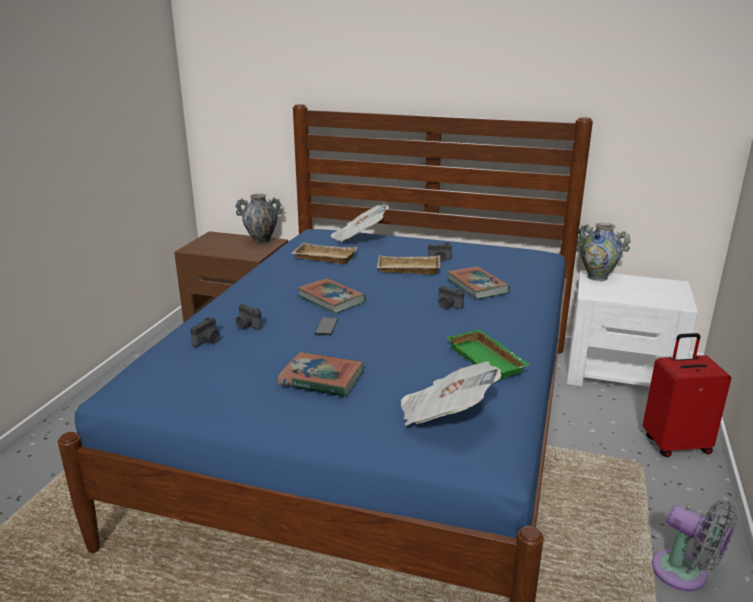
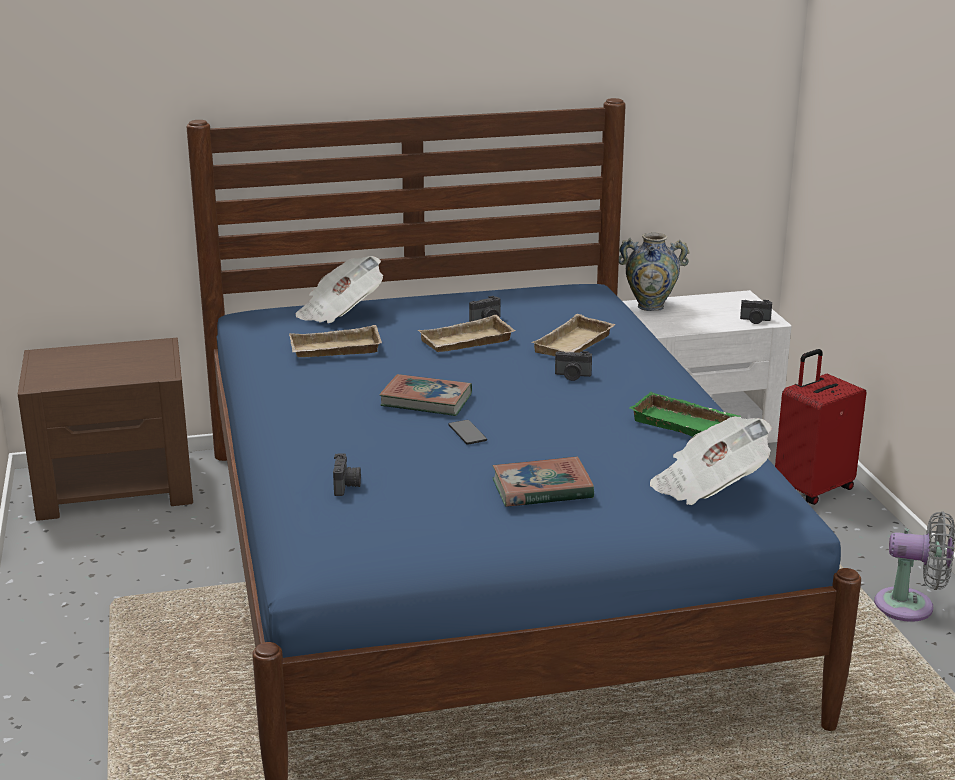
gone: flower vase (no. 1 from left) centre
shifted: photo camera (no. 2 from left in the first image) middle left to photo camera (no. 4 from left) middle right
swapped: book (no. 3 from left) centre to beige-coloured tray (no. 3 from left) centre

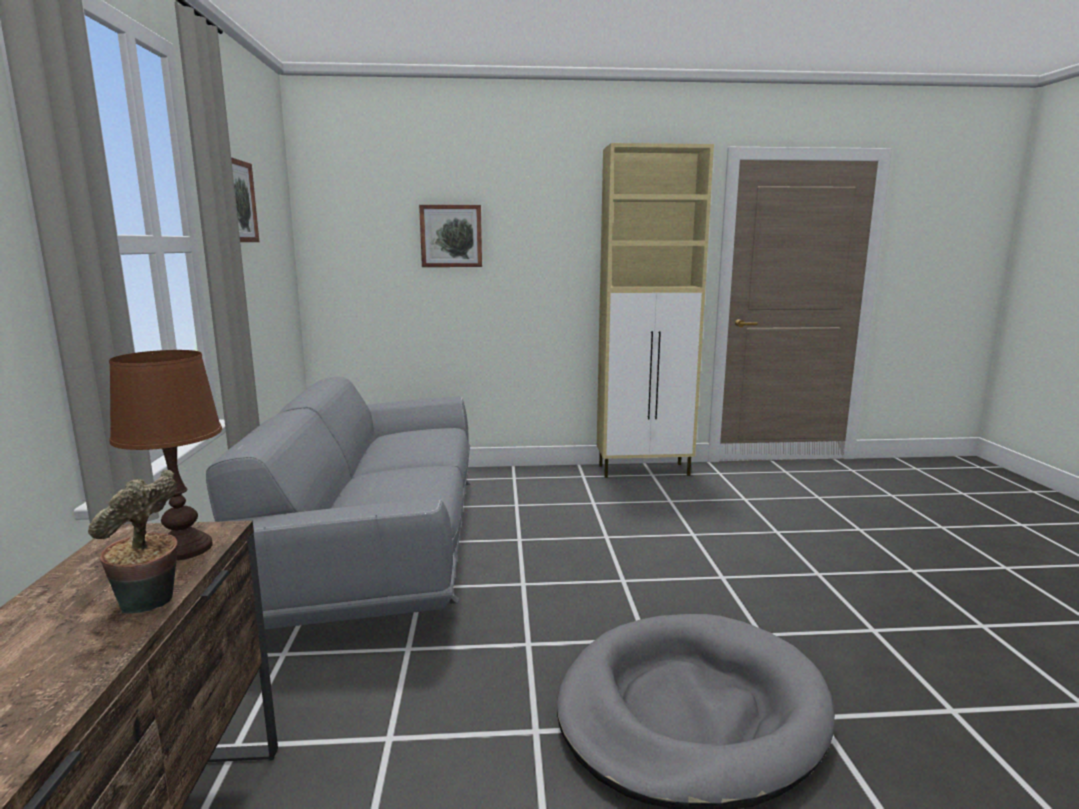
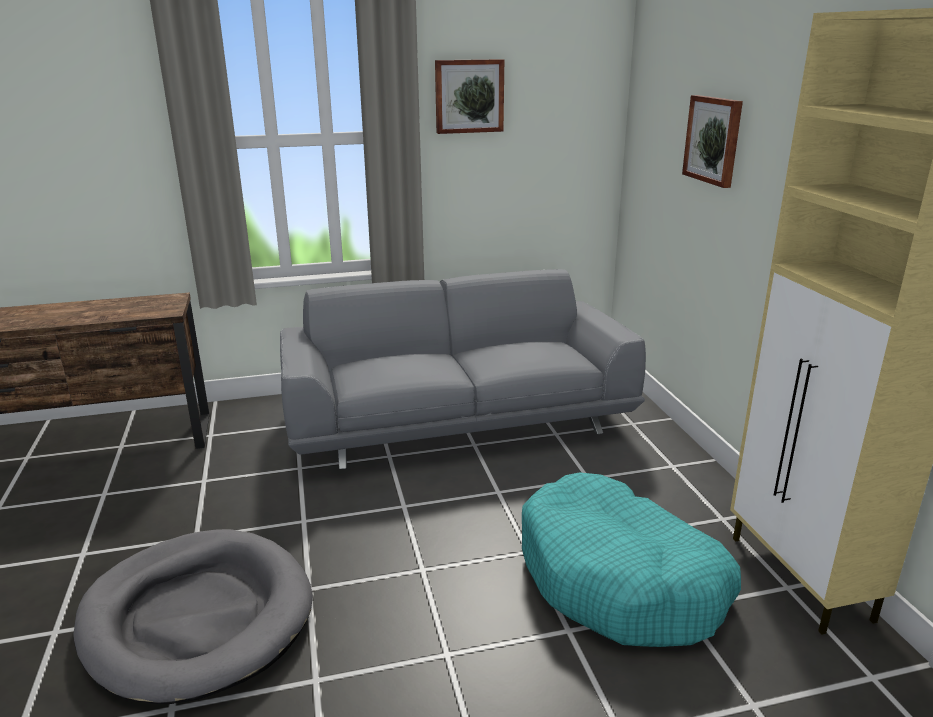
gone: potted plant bottom left; brownish tabletop lamp middle left
new: turquoise dog cushion bottom right

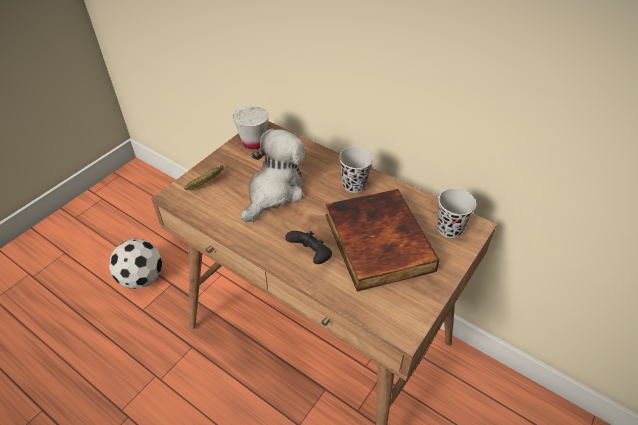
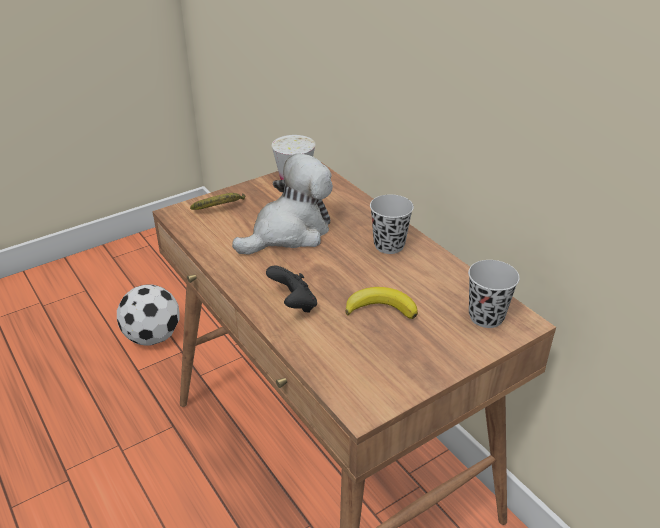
swapped: book centre to banana fruit (no. 2 from left) centre

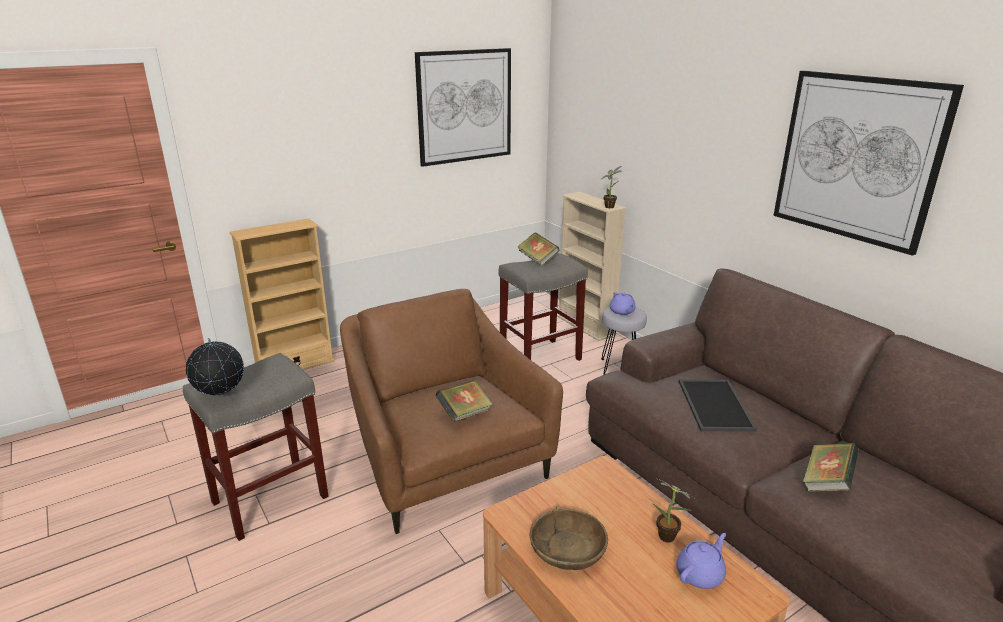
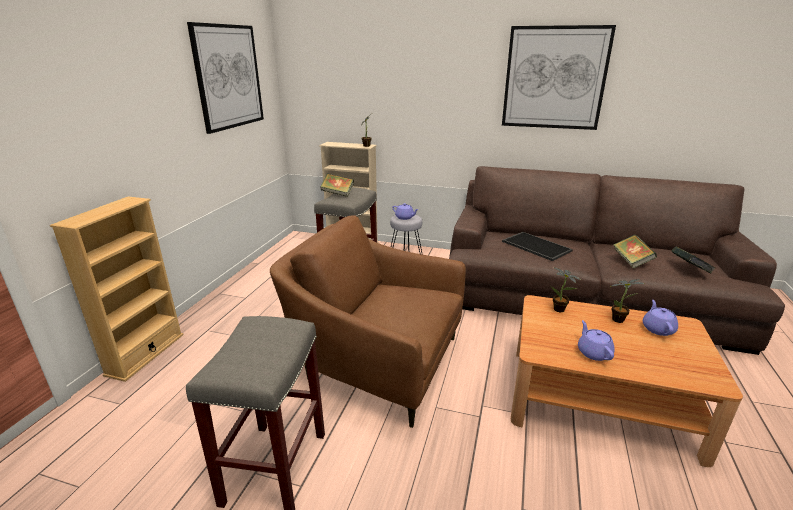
gone: globe middle left
new: potted plant (no. 2 from left) middle right
shifted: book (no. 1 from left in the first image) centre to book (no. 3 from left) middle right
swapped: brownish deep dish bottom centre to purplish pot for tea (no. 2 from left) bottom right

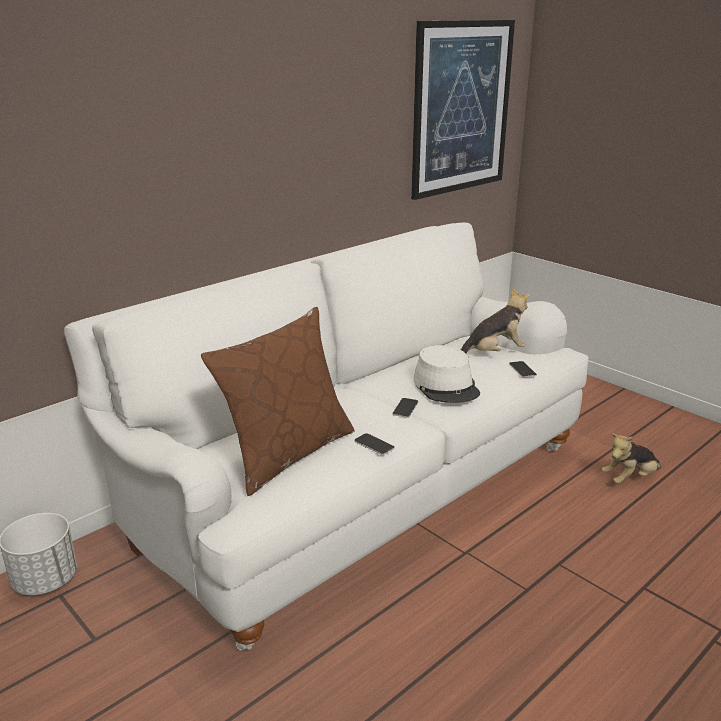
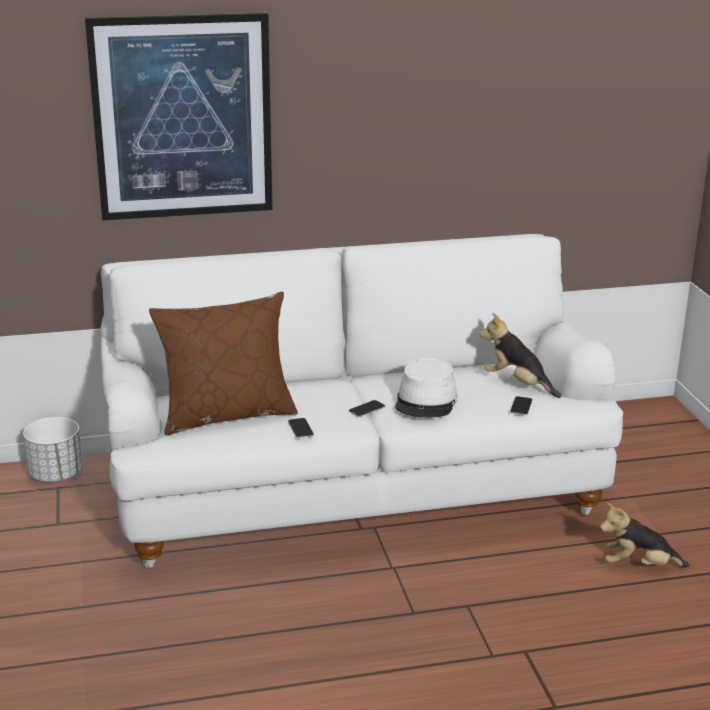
shifted: wall picture top centre to top left
rotated: plush toy (no. 1 from left) middle right = middle right 150 degrees counterclockwise

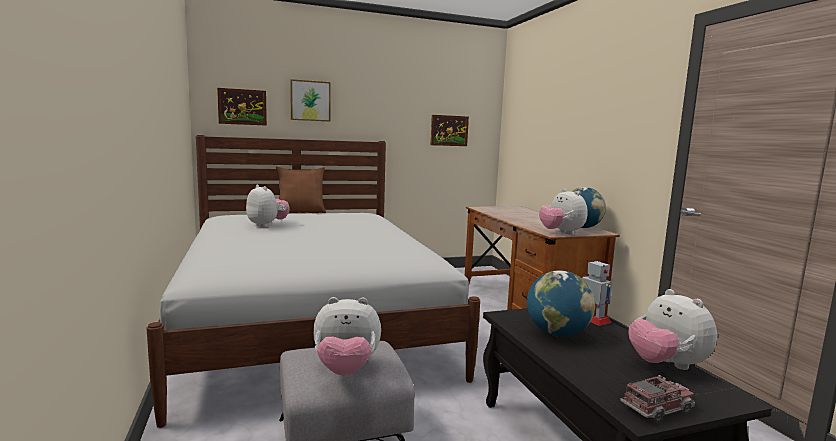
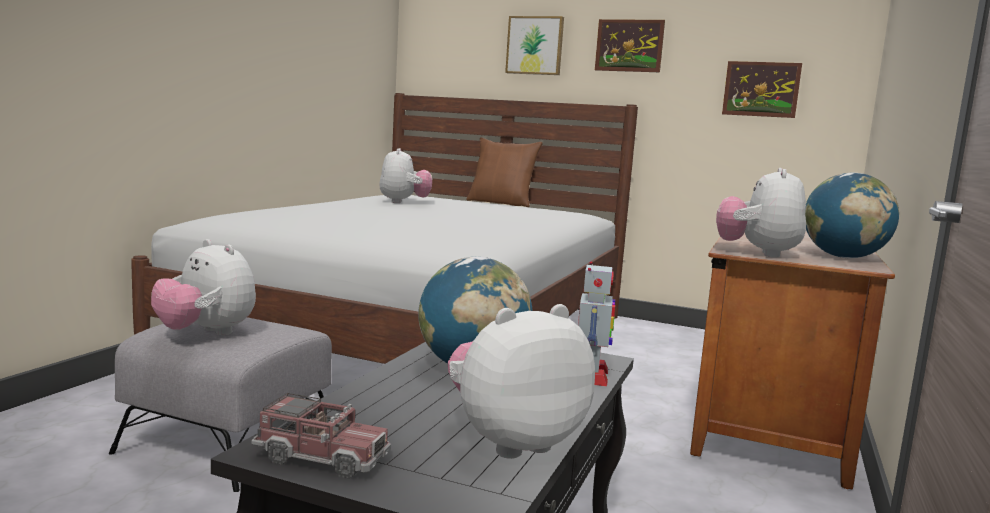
shifted: wall picture (no. 1 from left in the first image) top left to wall picture (no. 2 from left) top centre
rotated: plush toy (no. 4 from left in the first image) bottom right = bottom centre 45 degrees clockwise

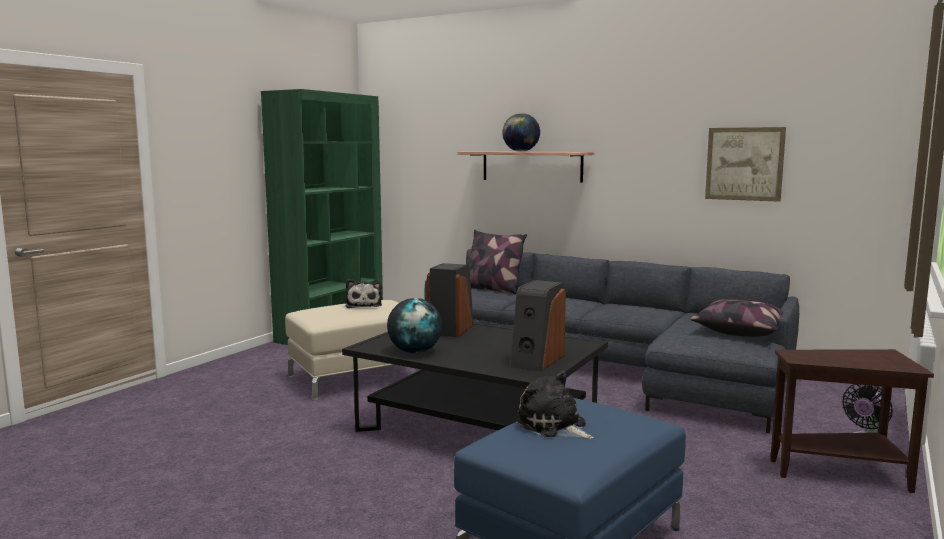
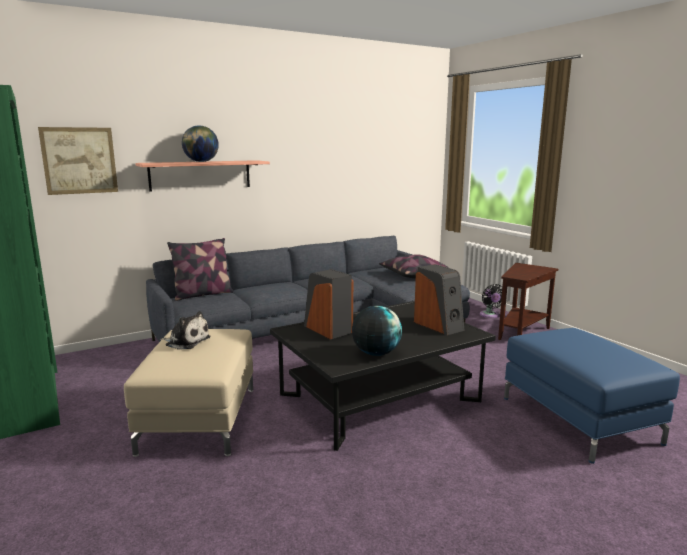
gone: plush toy (no. 2 from left) bottom centre
shifted: wall picture top right to top left

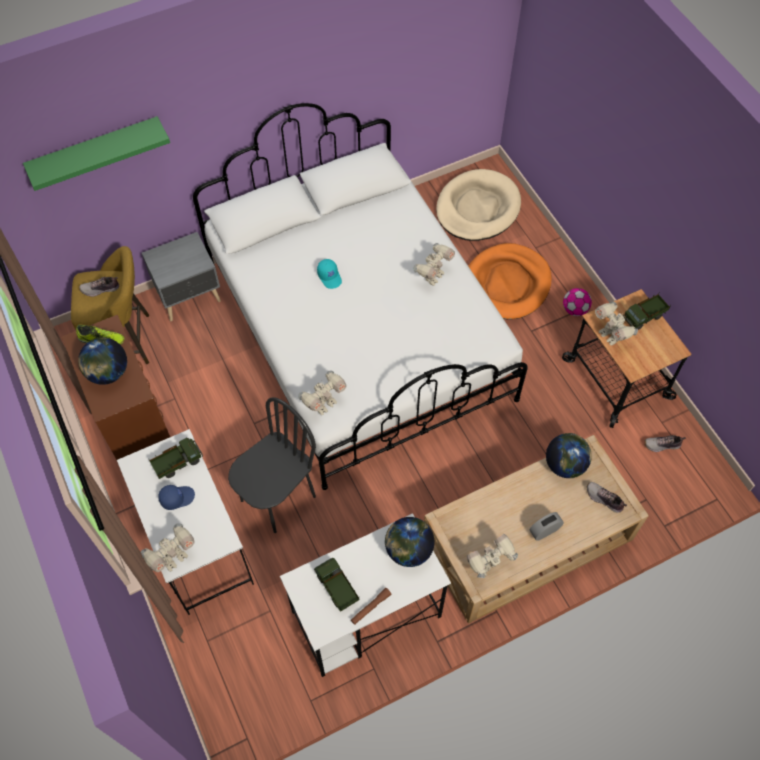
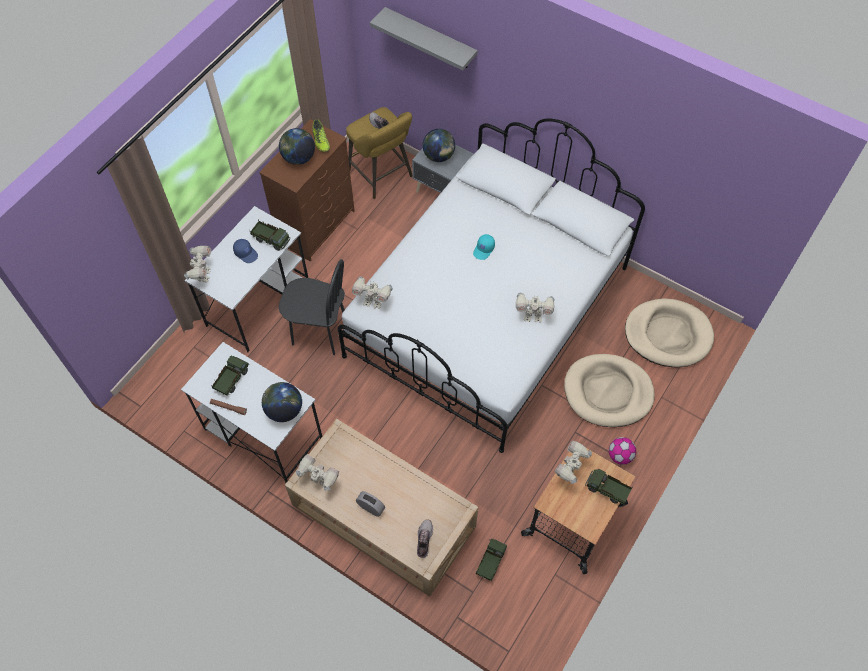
gone: shoe (no. 4 from left) middle right
new: toy lorry (no. 3 from left) bottom centre
shifted: globe (no. 3 from left) middle right to top centre
repainted: green-coloured shelf top left to grey shelf top centre; orangey dog cushion middle right to beige-coloured dog cushion (no. 1 from left) middle right
rotated: robot figure (no. 1 from left) bottom left = middle left 105 degrees counterclockwise

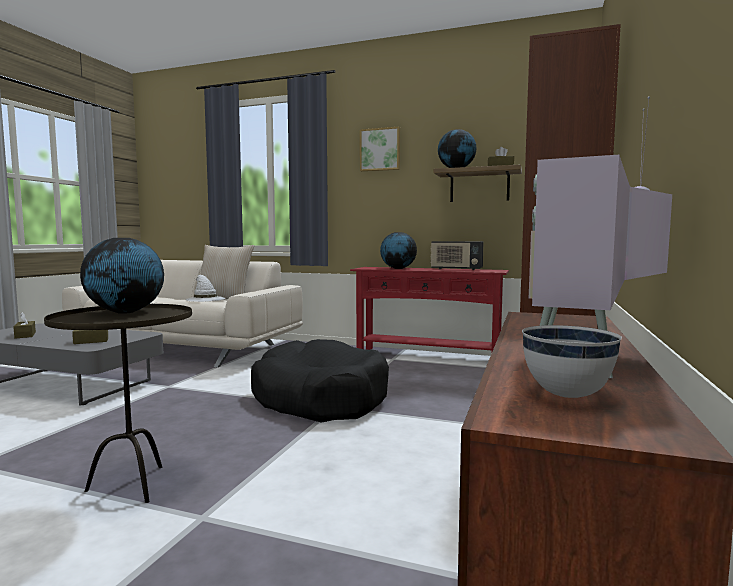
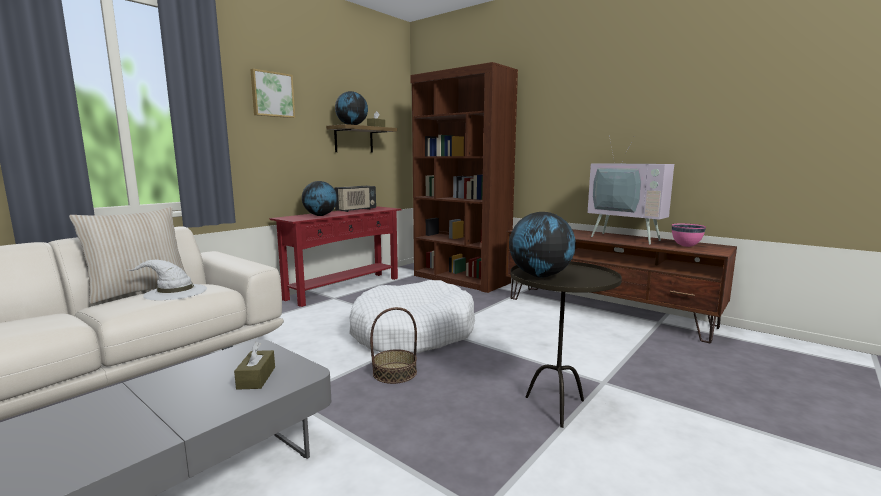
gone: brownish tissue holder (no. 1 from left) middle left
new: basket bottom centre
repainted: black dog cushion centre to white-coloured dog cushion centre; white-coloured deep dish middle right to pink-coloured deep dish middle right

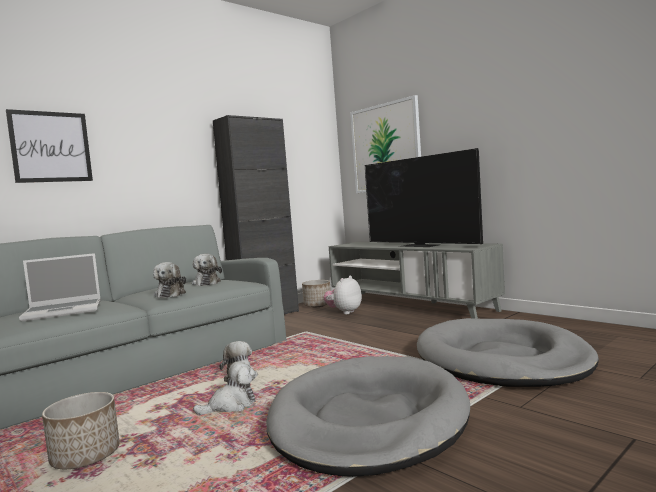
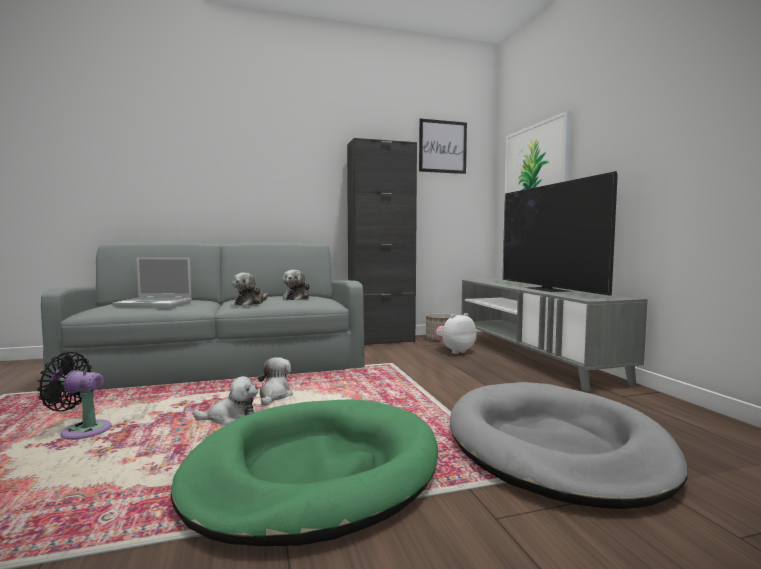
shifted: wall picture (no. 1 from left) top left to top centre
swapped: flower pot (no. 1 from left) bottom left to black electric fan bottom left
repainted: grey dog cushion (no. 1 from left) bottom centre to green-coloured dog cushion bottom centre

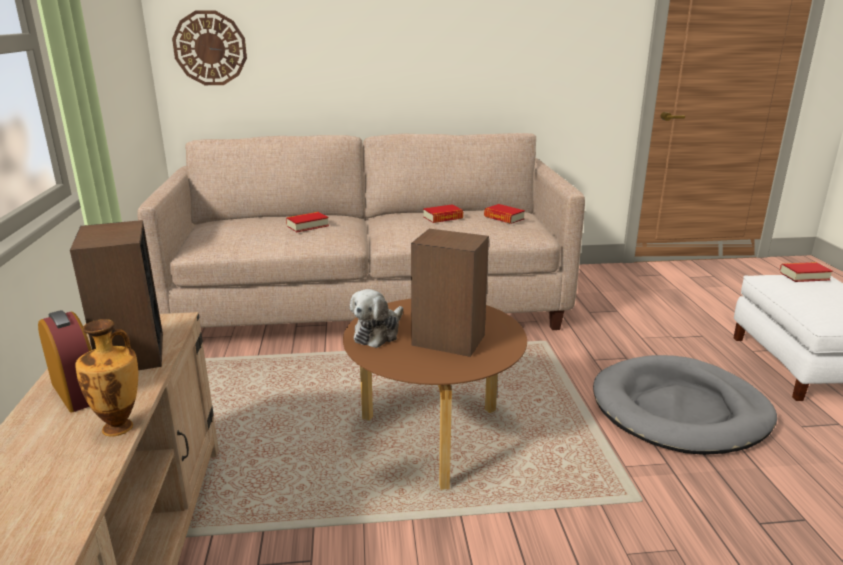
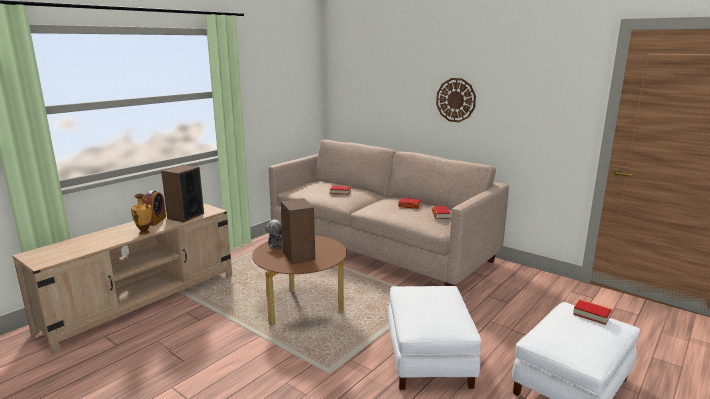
shifted: clock on the wall top left to top centre
swapped: grey dog cushion bottom right to white-coloured ottoman (no. 1 from left) bottom centre

